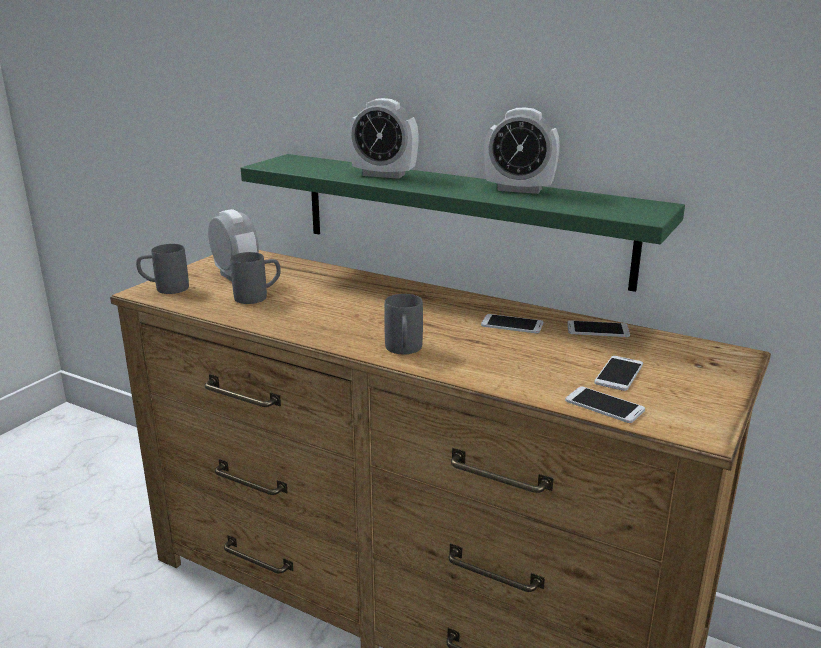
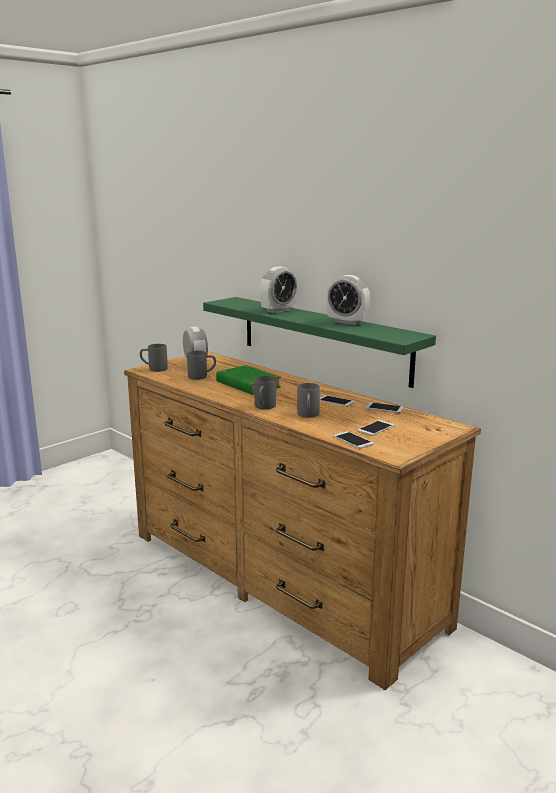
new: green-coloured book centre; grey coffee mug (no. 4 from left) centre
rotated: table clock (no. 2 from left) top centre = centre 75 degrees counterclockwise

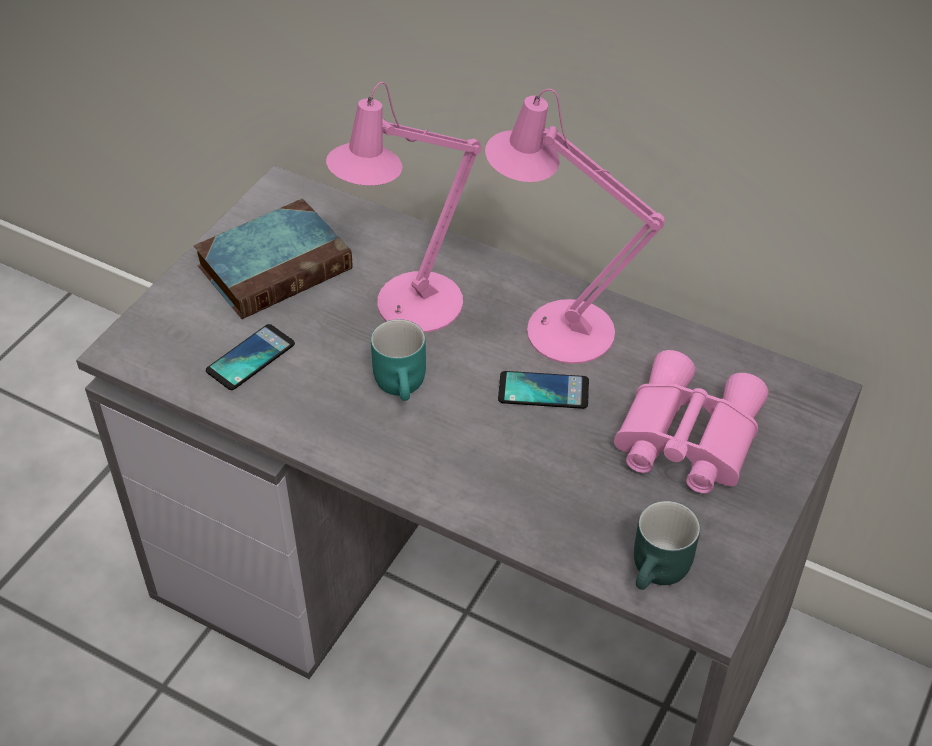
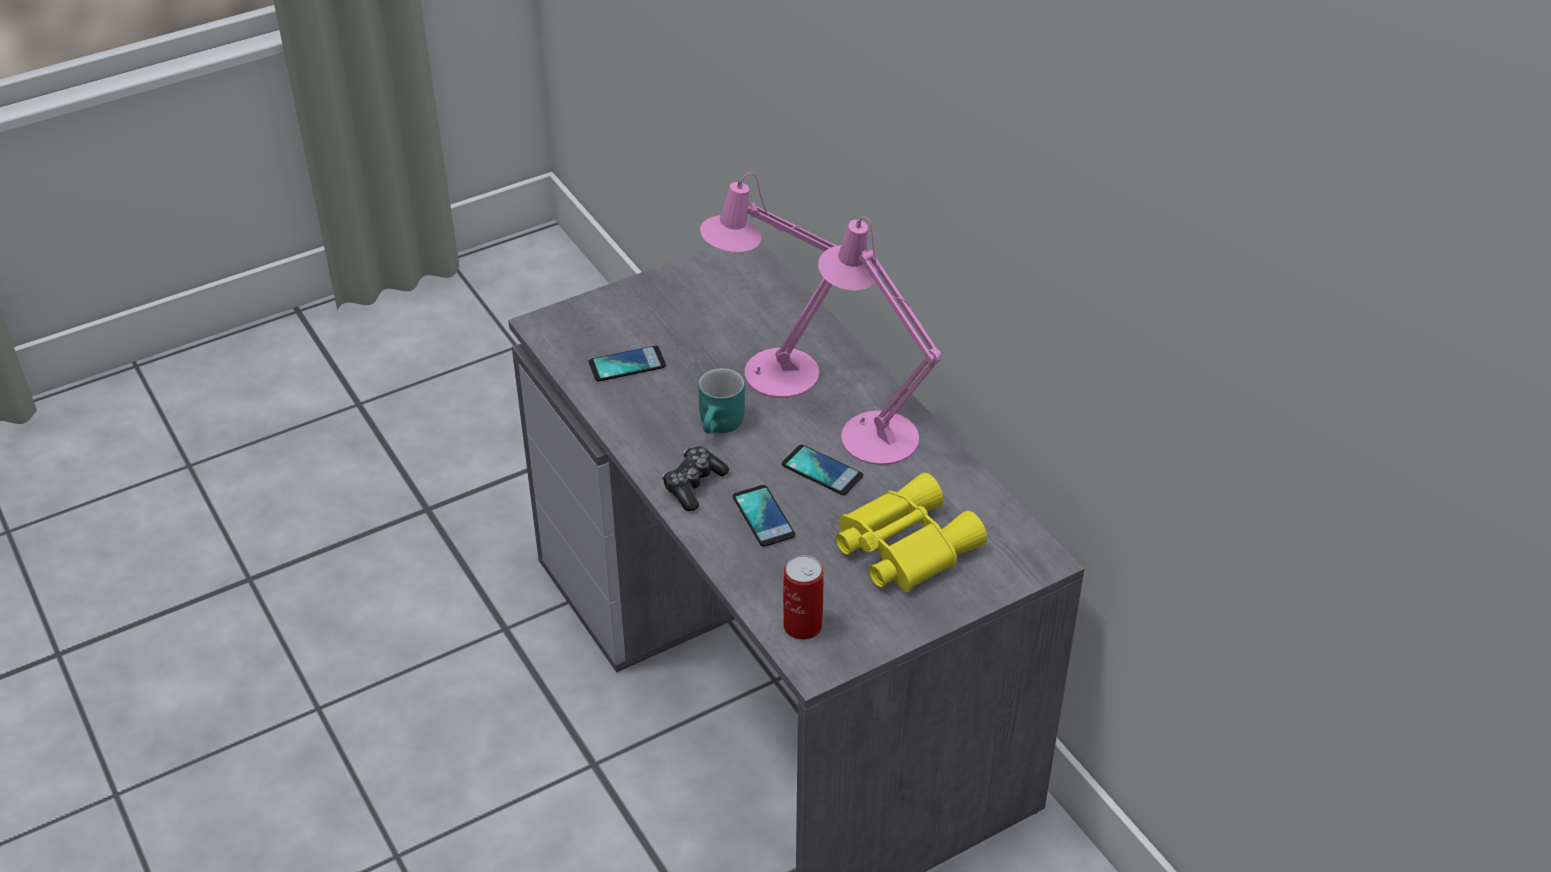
gone: book middle left
new: game controller centre; telephone (no. 2 from left) centre
swapped: turquoise coffee mug (no. 2 from left) bottom right to metal can bottom centre
repainted: pink-coloured field glasses middle right to yellowish field glasses centre

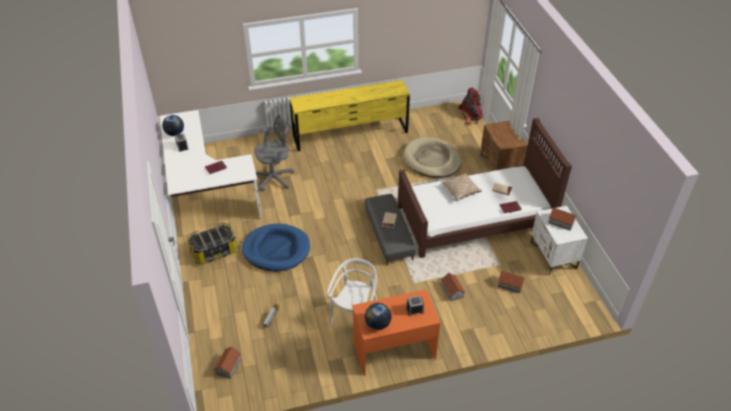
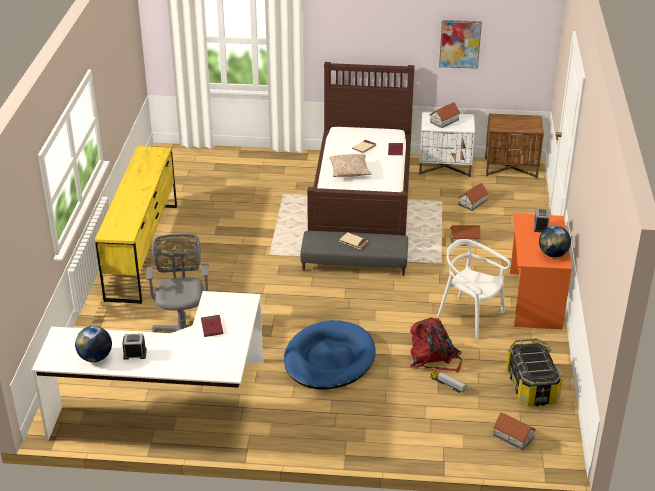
gone: beige-coloured dog cushion centre
new: wall picture top right
shifted: storage container middle left to bottom right; reddish backpack top centre to bottom centre; brownish nightstand middle right to top right

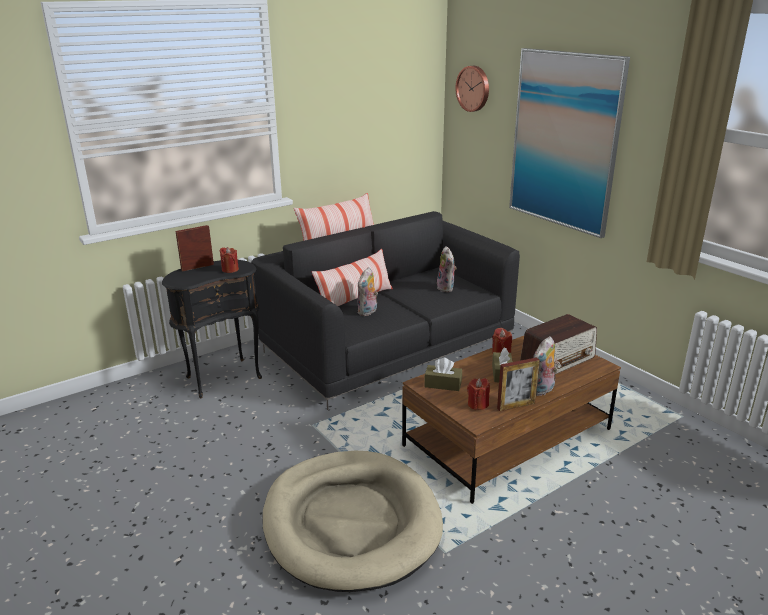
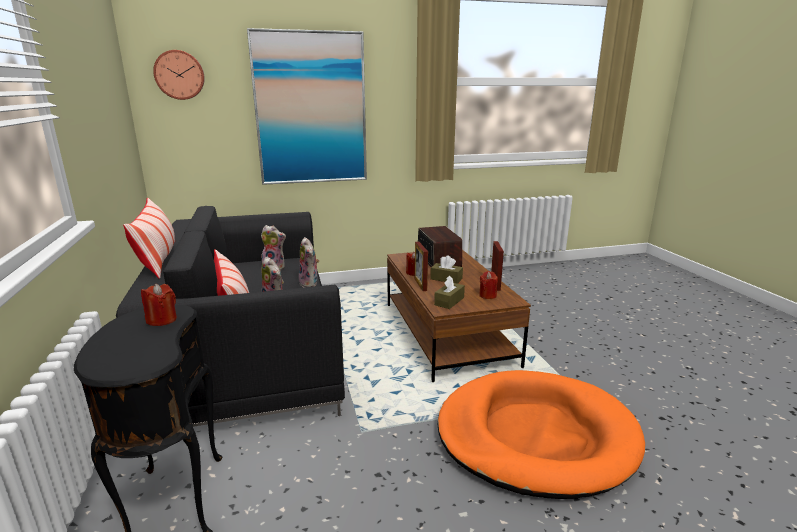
shifted: standing frame (no. 1 from left) middle left to centre; plush toy (no. 3 from left) middle right to centre
repainted: beige-coloured dog cushion bottom centre to orangey dog cushion bottom right

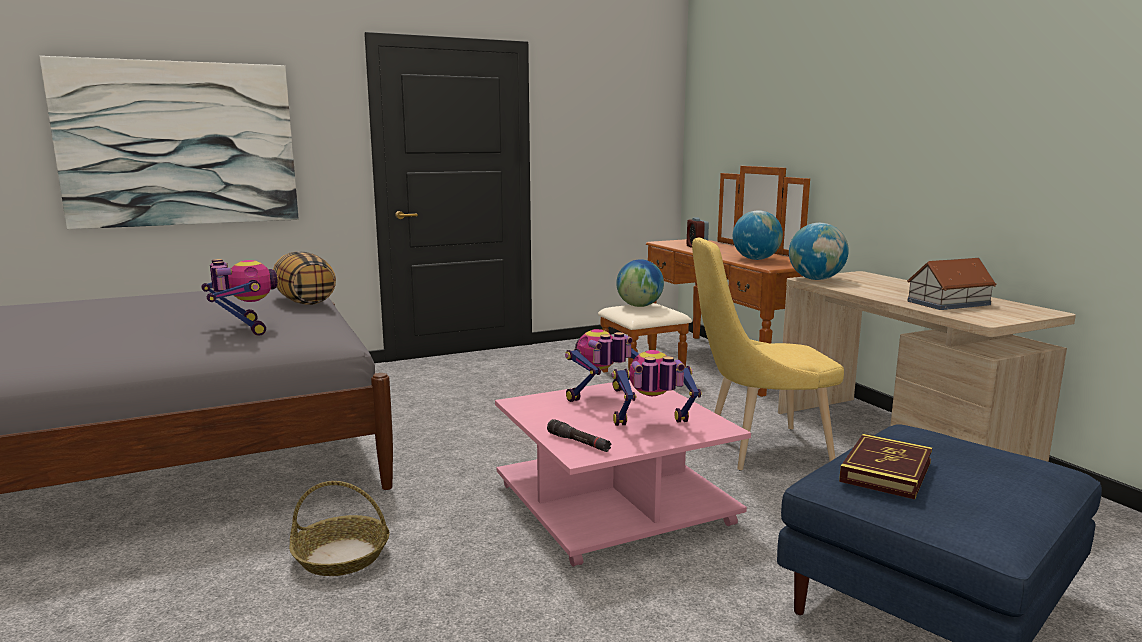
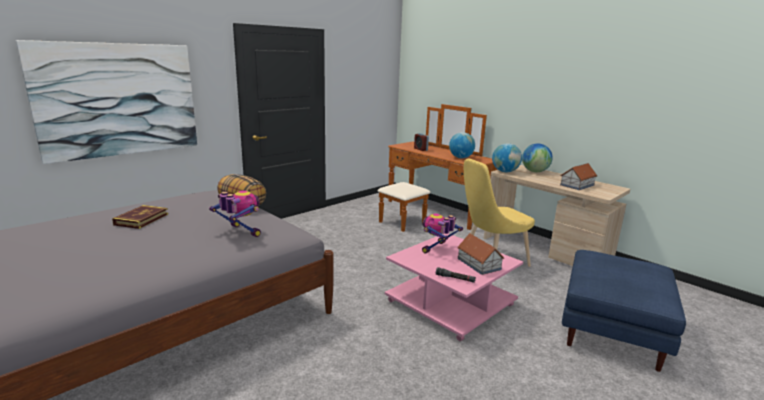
gone: basket bottom left
shifted: globe (no. 1 from left in the first image) centre to globe (no. 3 from left) middle right; book bottom right to middle left
swapped: robot figure (no. 3 from left) centre to model house (no. 1 from left) centre

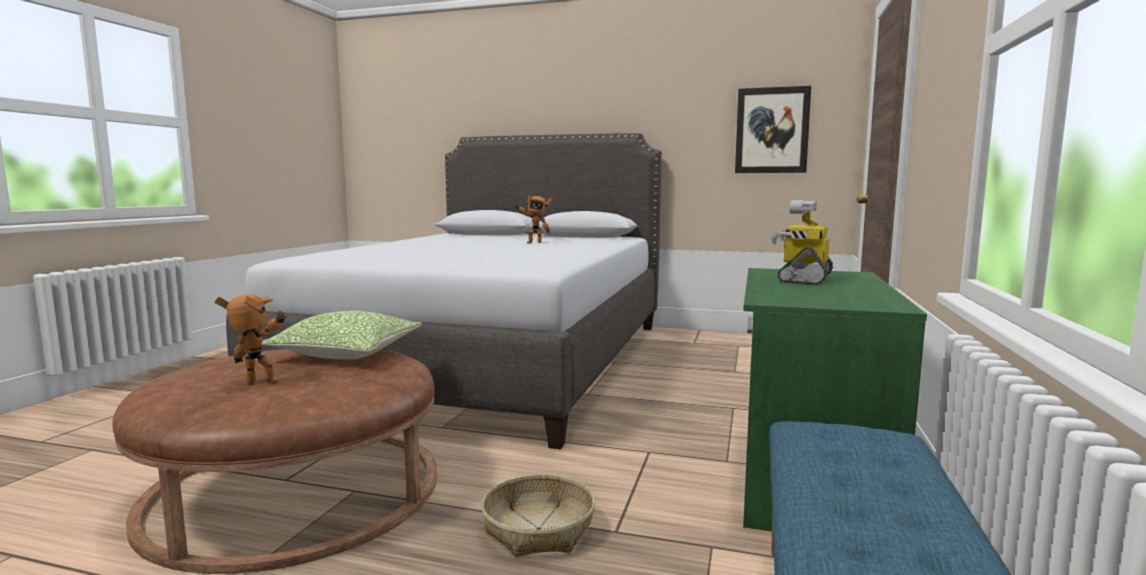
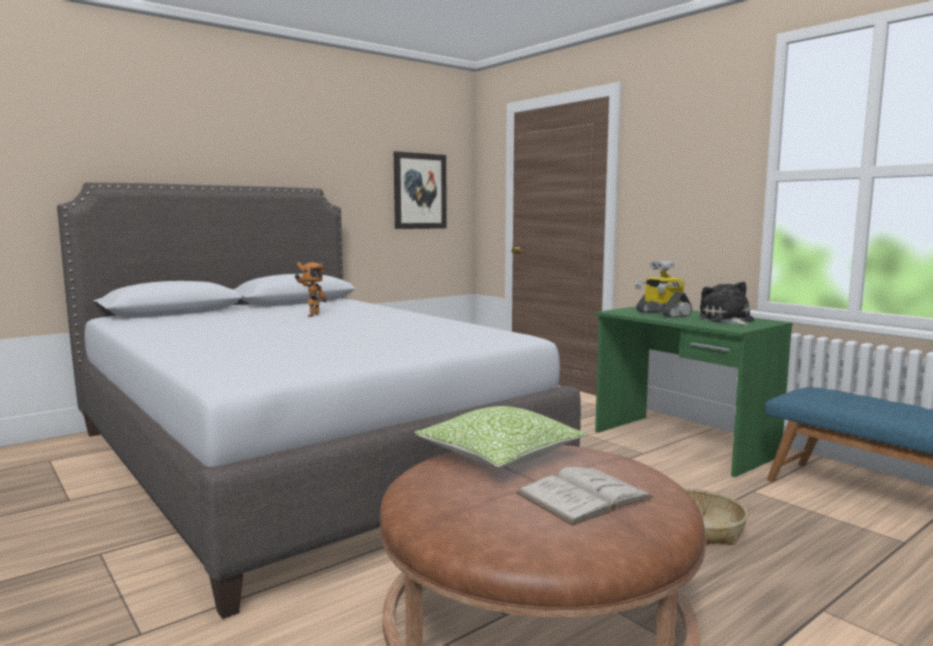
new: plush toy middle right
swapped: robot figure (no. 1 from left) middle left to white-coloured book bottom centre

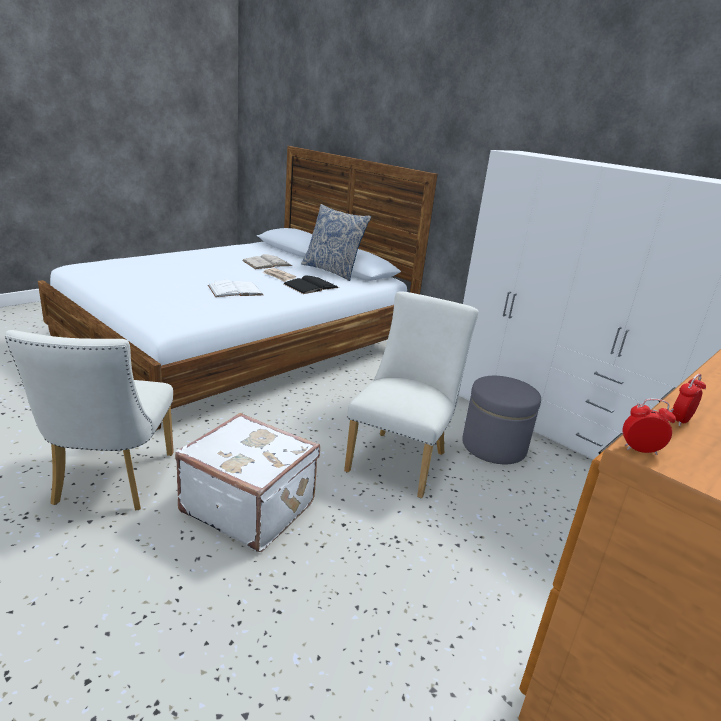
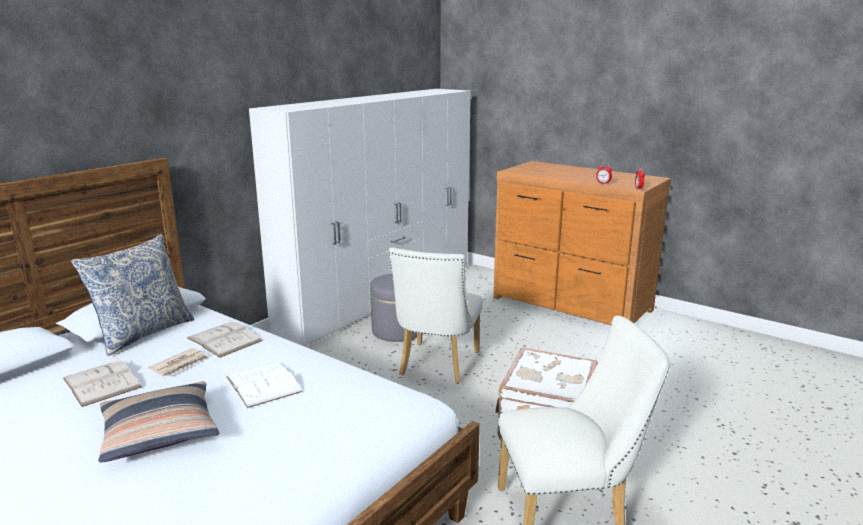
new: throw pillow (no. 2 from left) bottom left
repainted: black book centre to white-coloured book (no. 2 from left) middle left
rotated: white-coloured upright chair (no. 2 from left in the first image) centre = centre 90 degrees counterclockwise

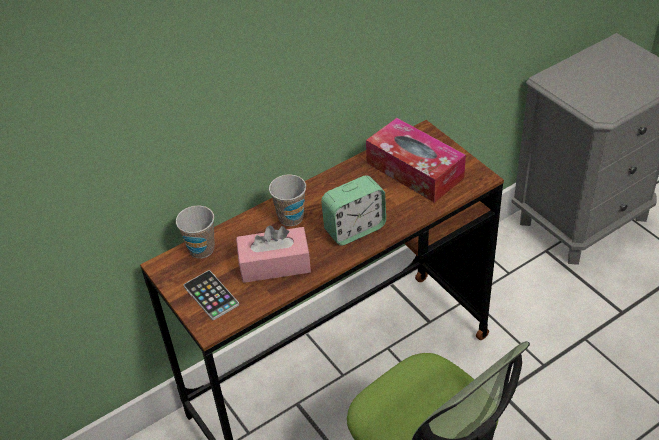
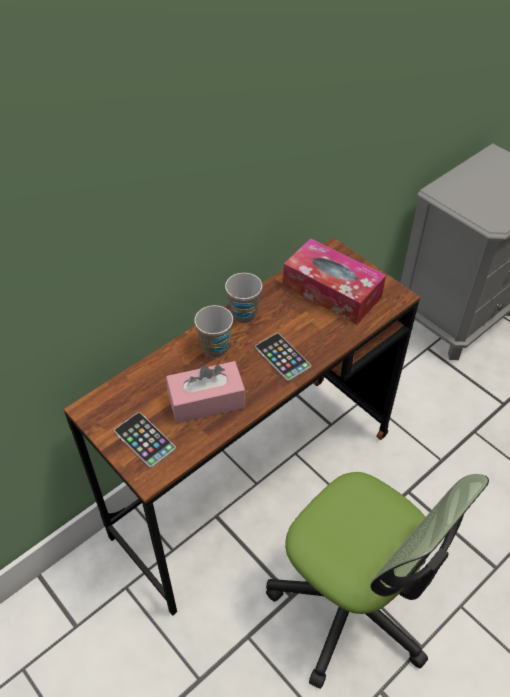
shifted: cup (no. 1 from left in the first image) middle left to cup (no. 2 from left) centre
swapped: table clock centre to telephone (no. 2 from left) centre

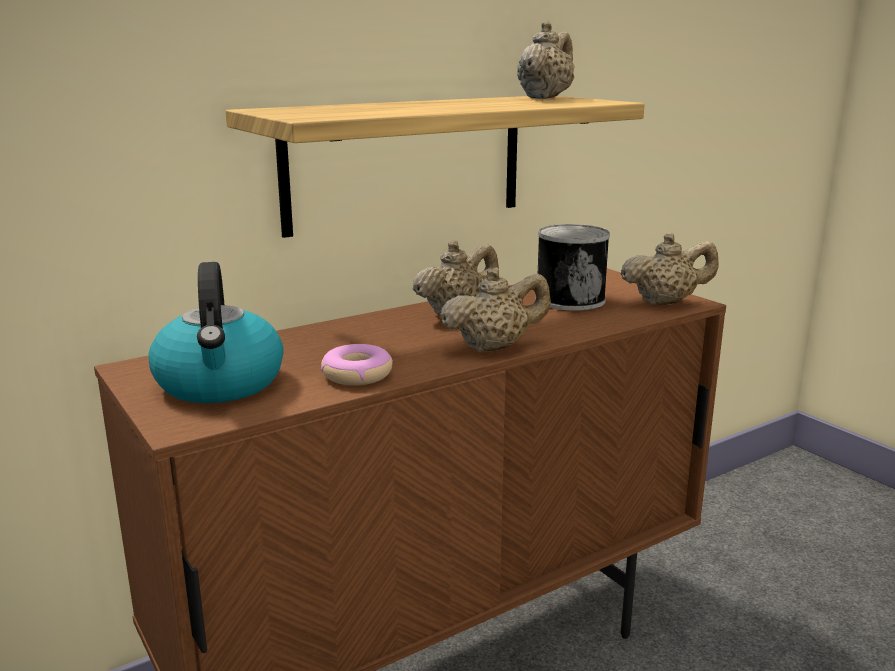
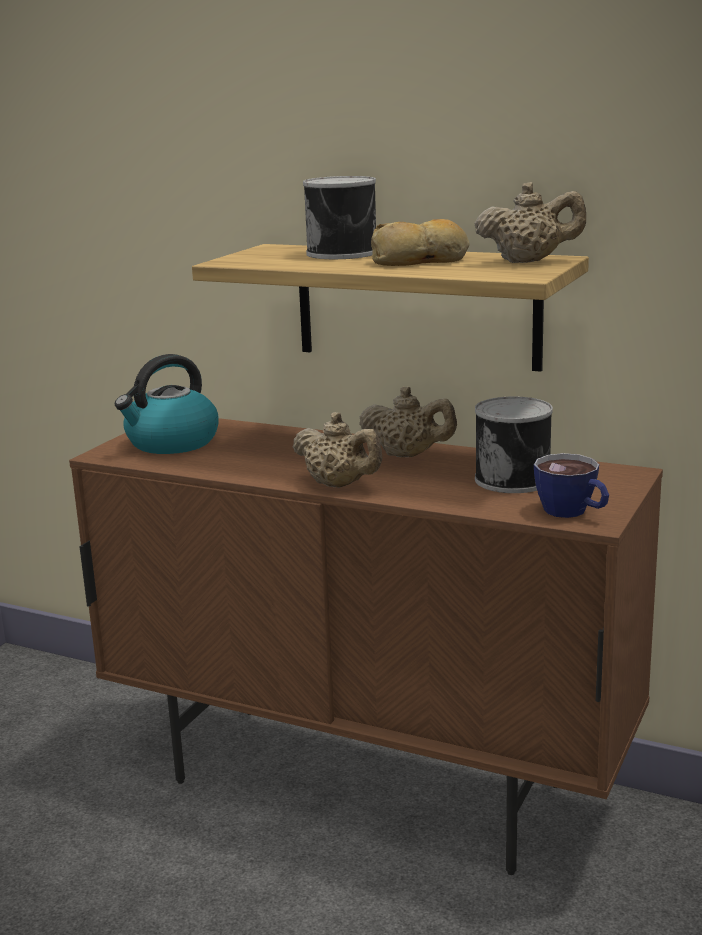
gone: donut centre
new: metal can (no. 1 from left) top centre; bread top centre
swapped: beige-coloured pot for tea (no. 4 from left) middle right to cup middle right

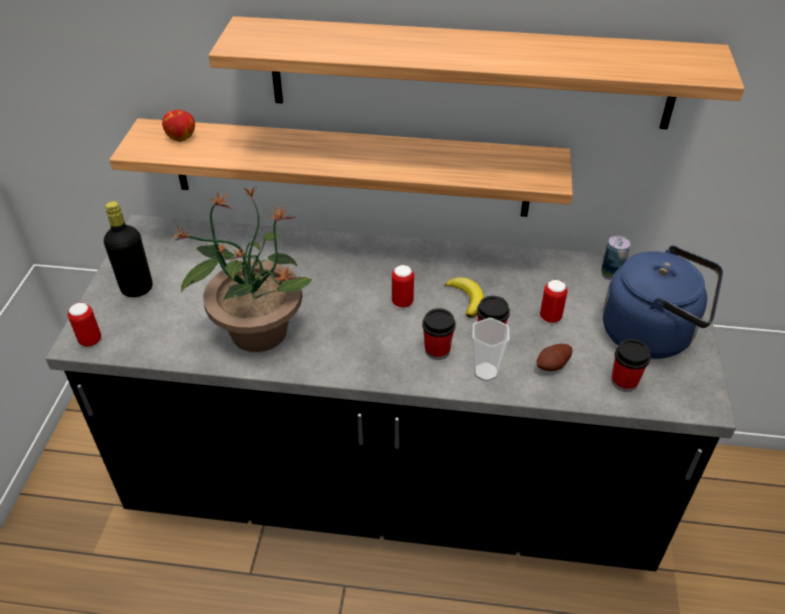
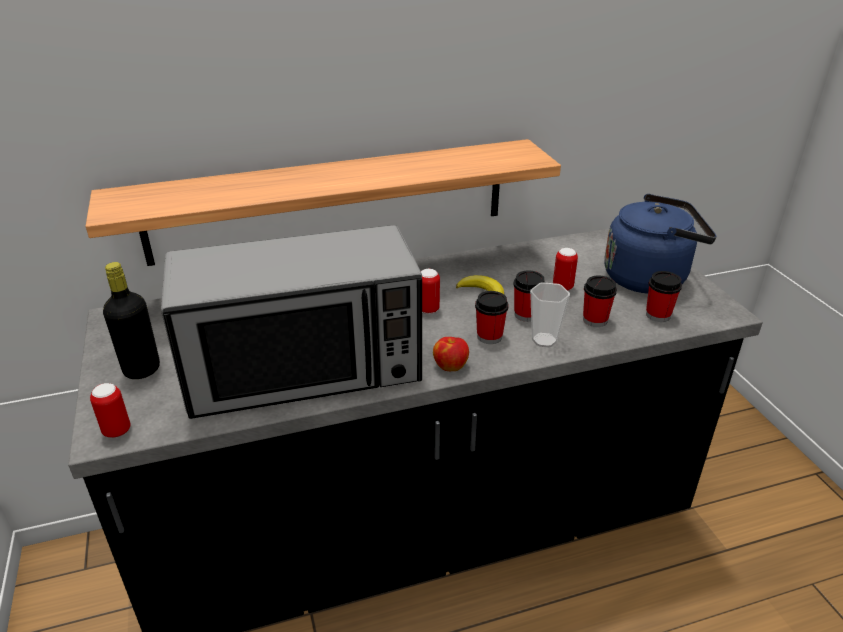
gone: shelf (no. 2 from left) top centre; metal can (no. 4 from left) middle right
shifted: apple fruit top left to centre
swapped: potted plant middle left to microwave centre; spud middle right to cup (no. 4 from left) middle right

